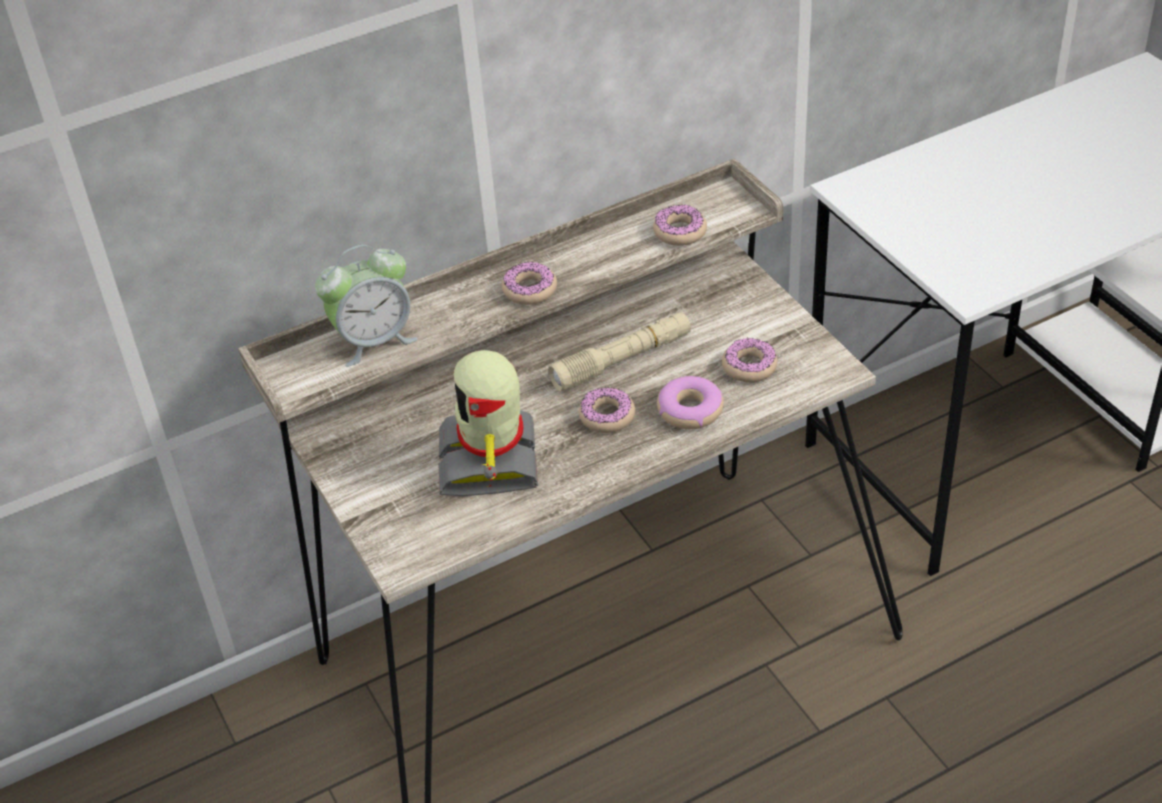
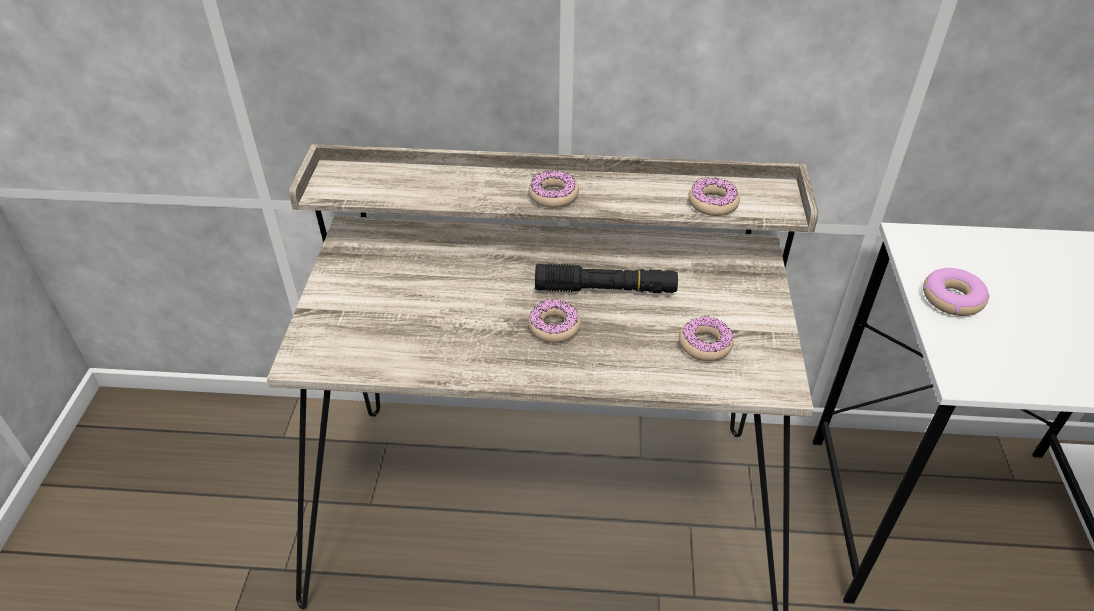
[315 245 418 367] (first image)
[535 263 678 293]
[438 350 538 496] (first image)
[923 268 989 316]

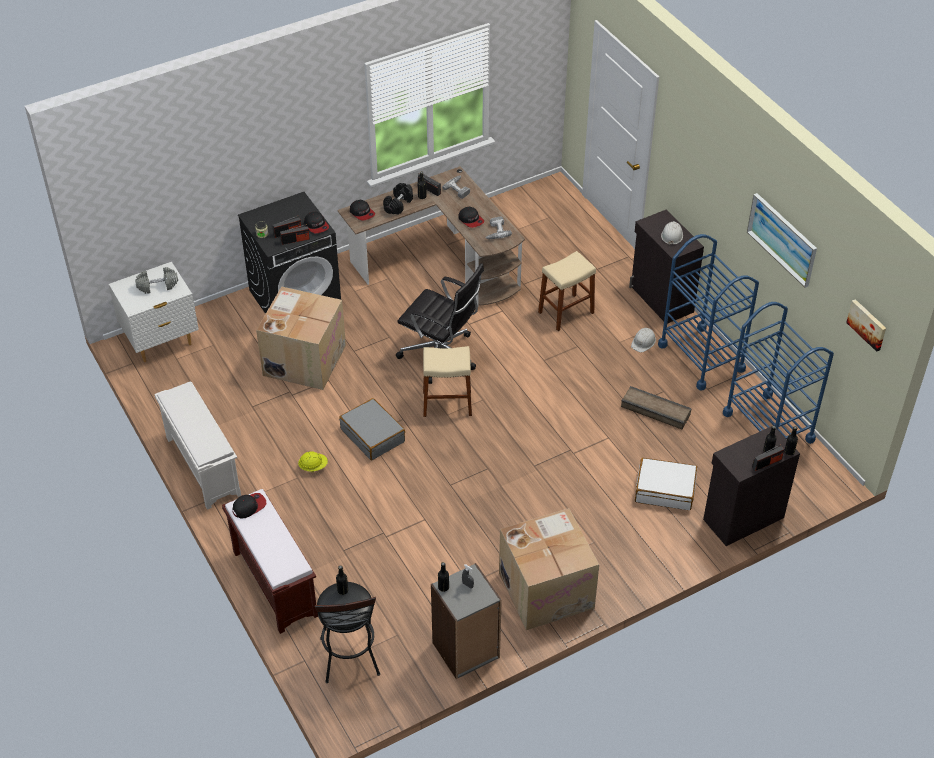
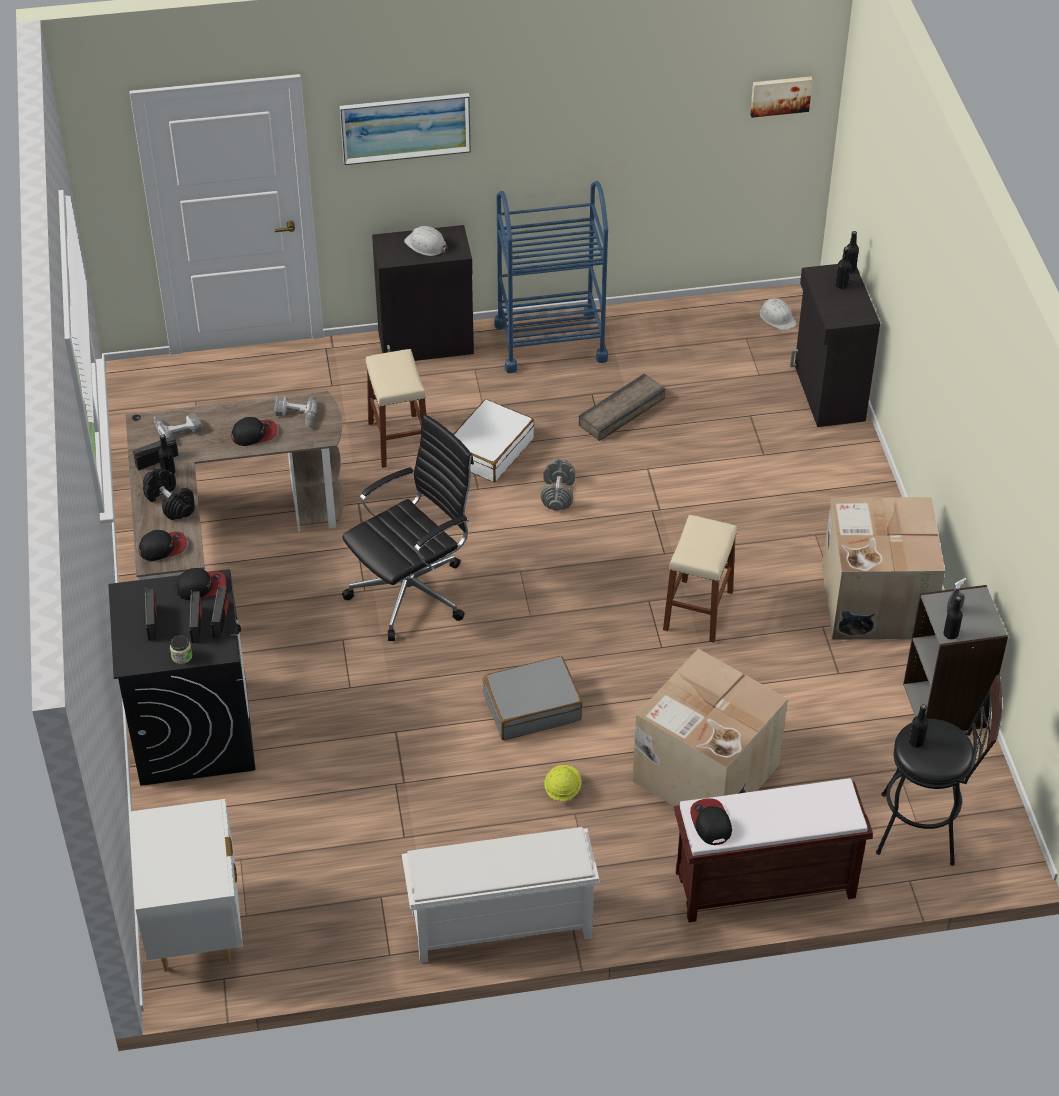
[340 93 471 165]
[541 459 575 511]
[632 649 788 806]
[723 302 834 444] (first image)
[760 298 797 331]
[663 515 737 643]
[145 588 157 641]
[453 399 534 482]

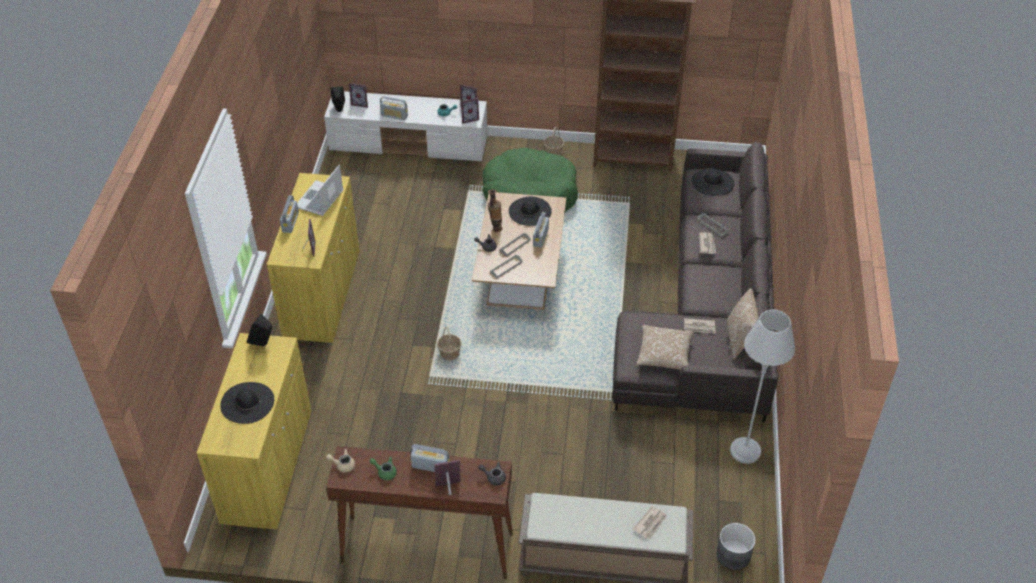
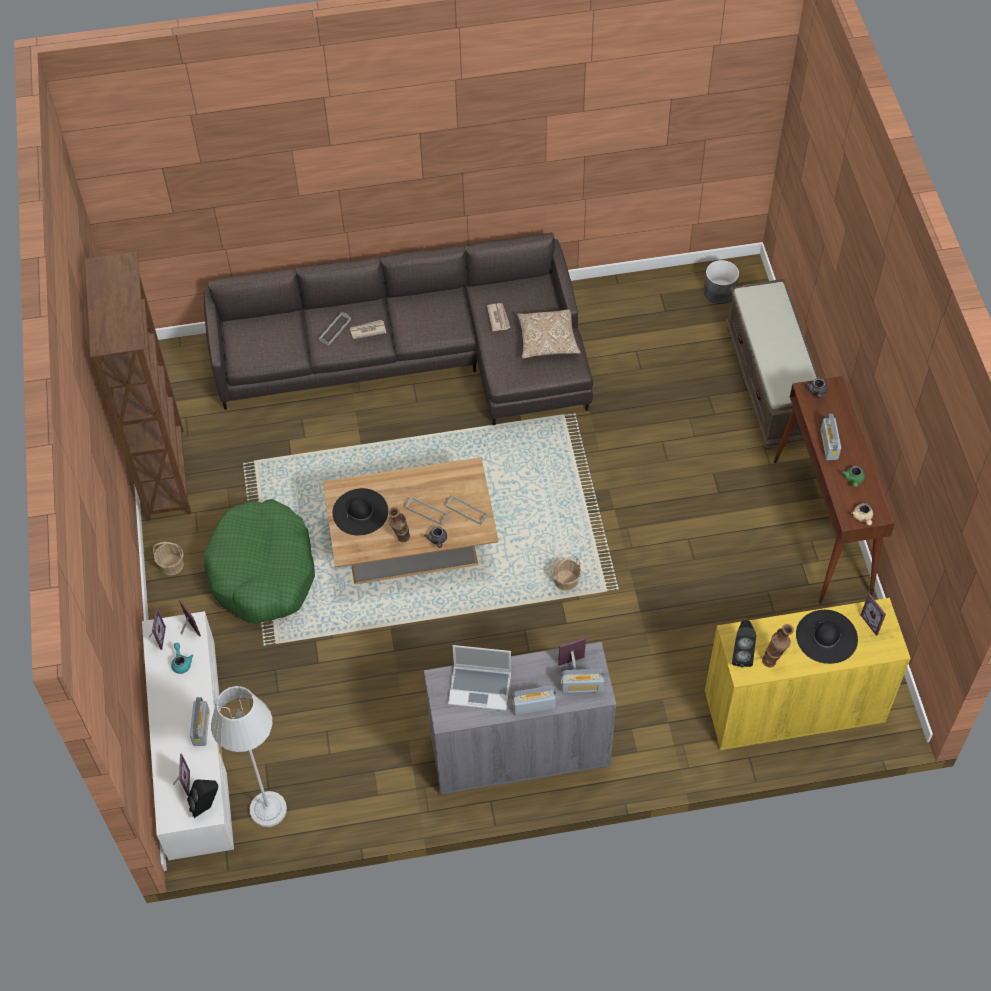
[692 168 734 196] (first image)
[424 642 616 795]
[561 669 605 693]
[727 288 759 360] (first image)
[211 686 287 827]
[861 593 886 636]
[633 505 667 539] (first image)
[762 624 794 667]

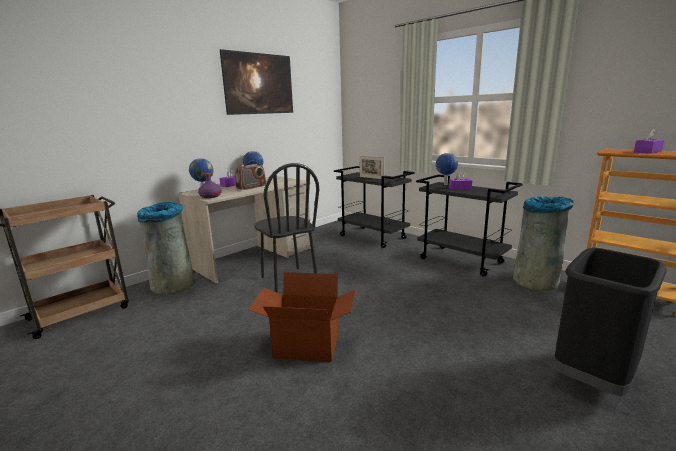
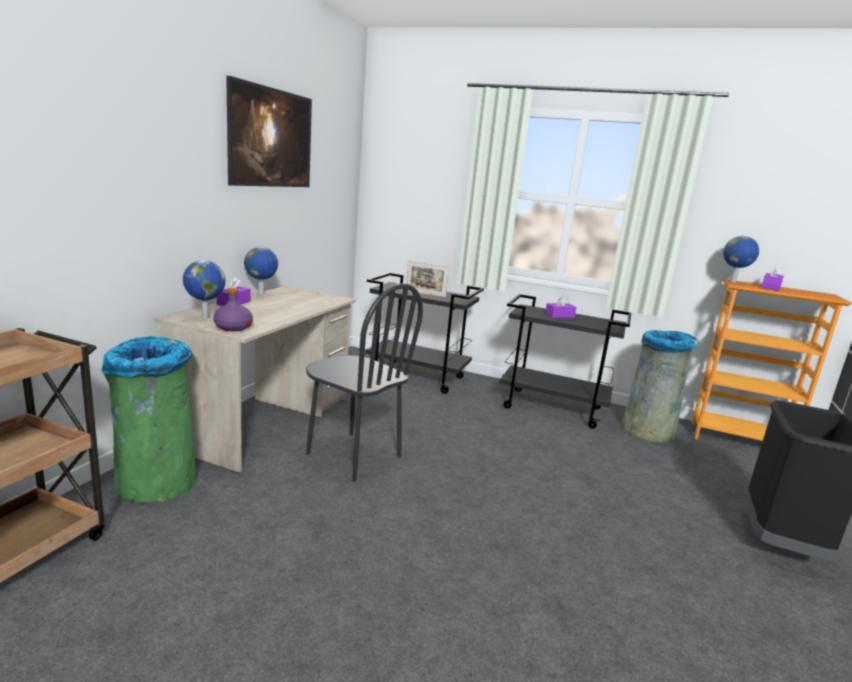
[723 236 759 283]
[235 160 266 190] (first image)
[102 336 198 503]
[248 272 356 362] (first image)

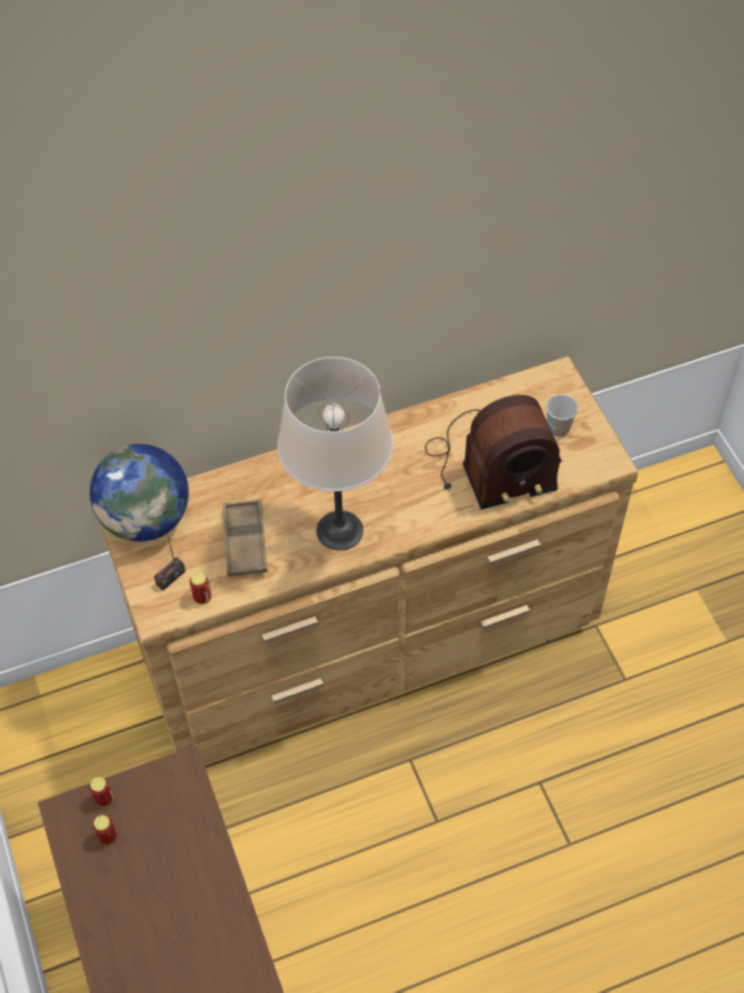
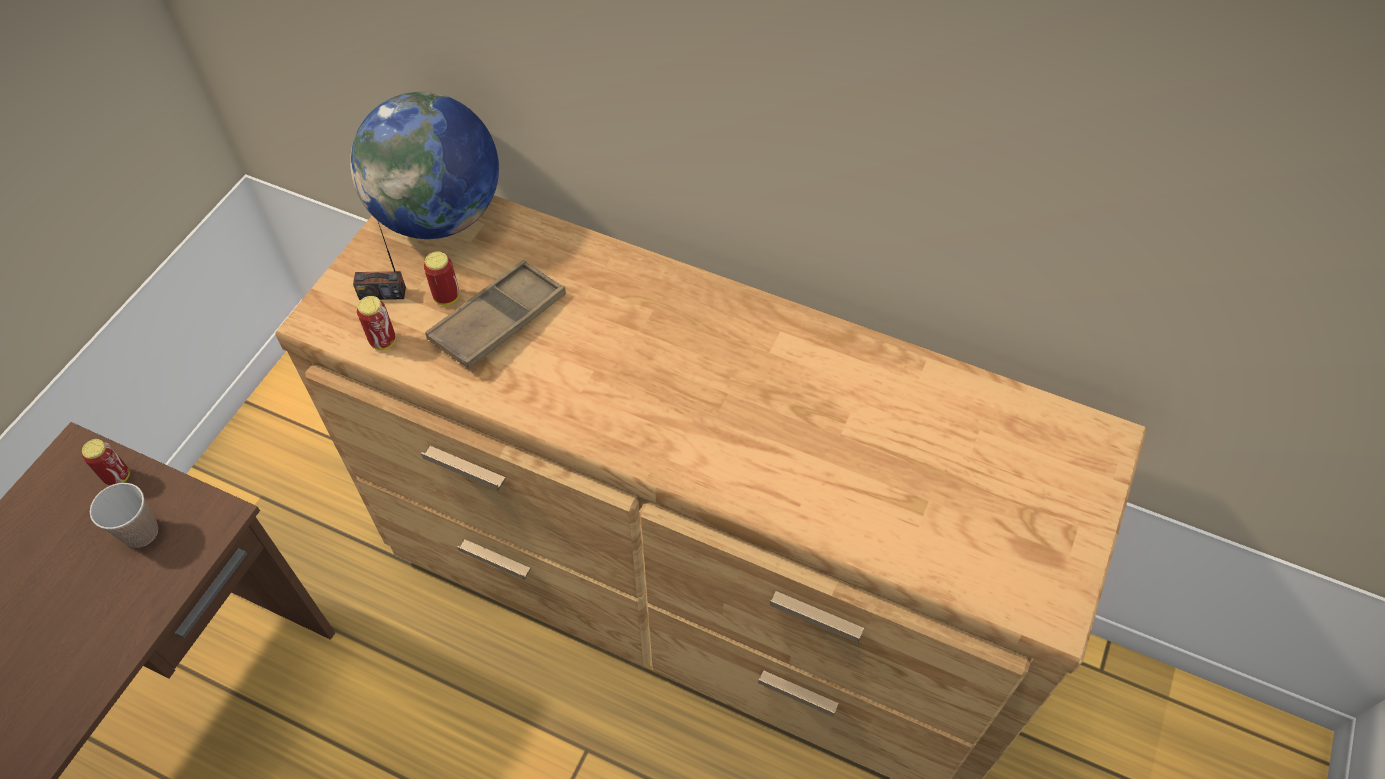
[278 357 393 551] (first image)
[90 483 158 548]
[425 395 562 509] (first image)
[424 251 460 305]

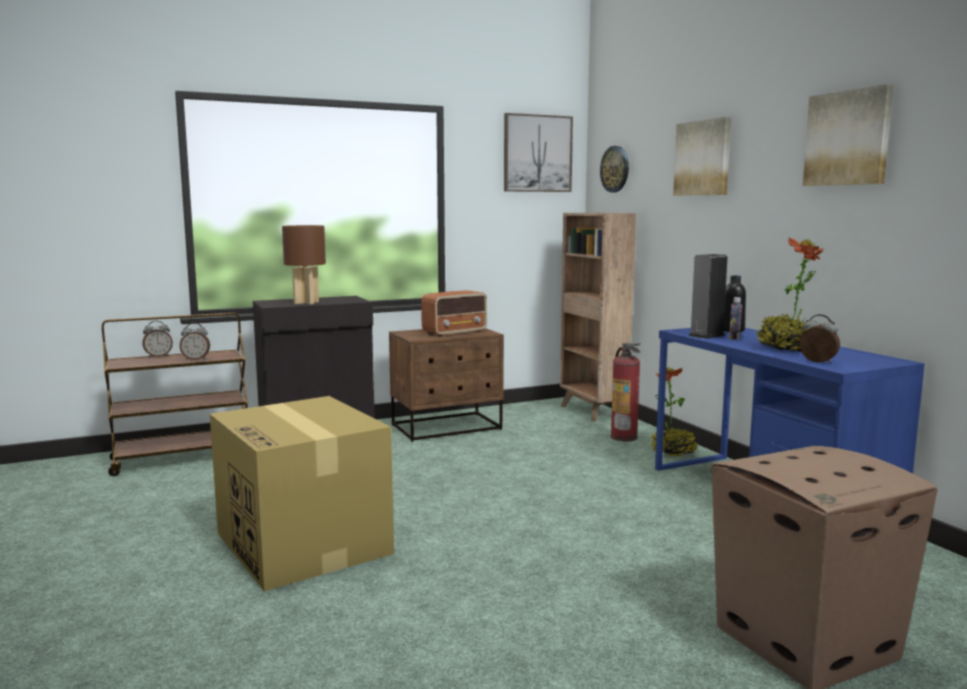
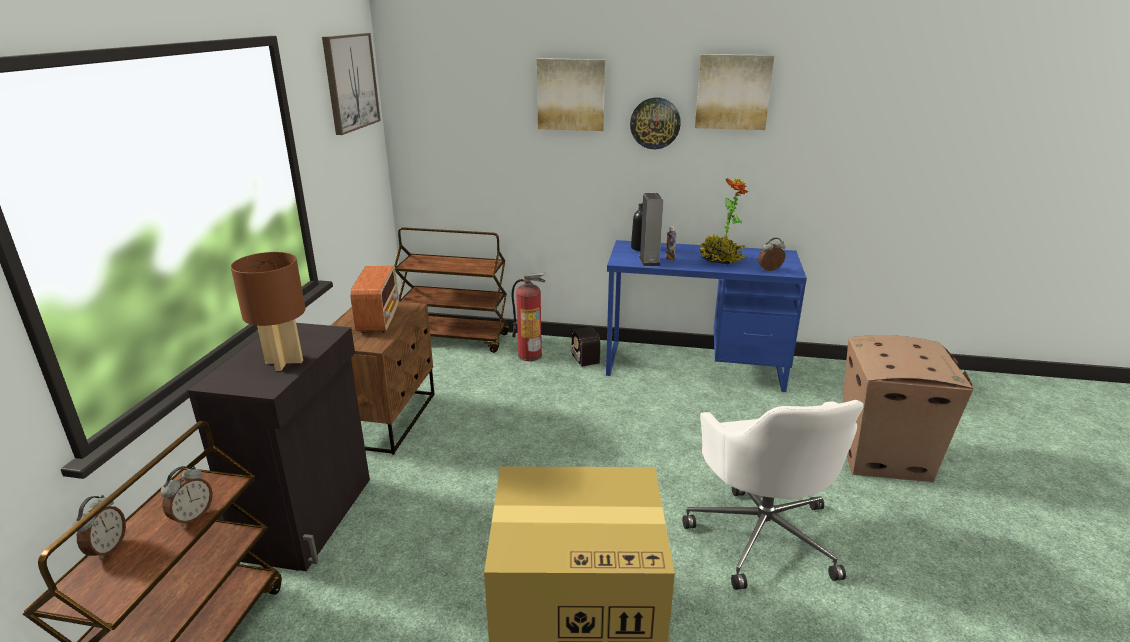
[630 97 681 149]
[394 227 509 353]
[567 327 601 367]
[682 400 864 590]

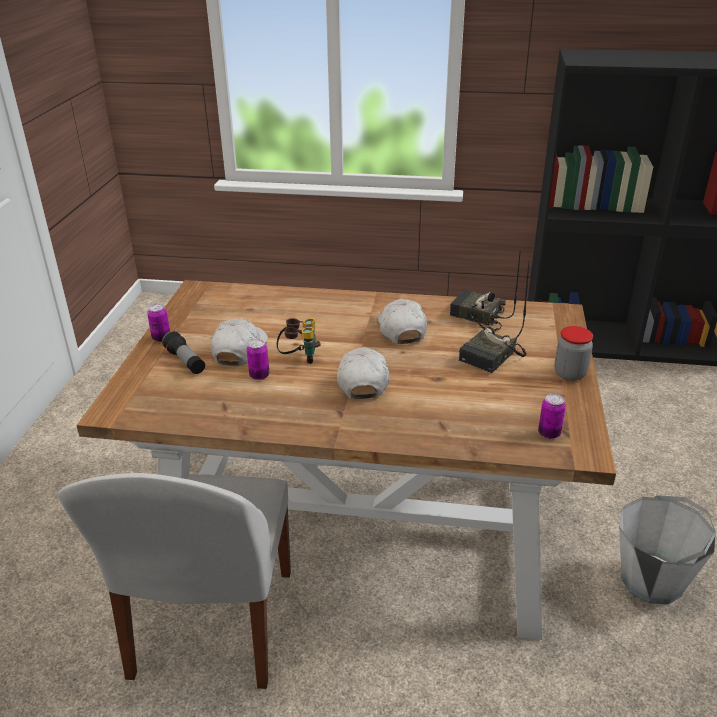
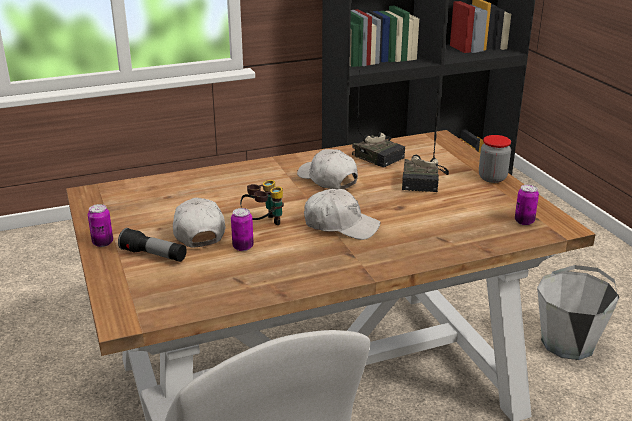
[352 70 405 168]
[304 189 381 240]

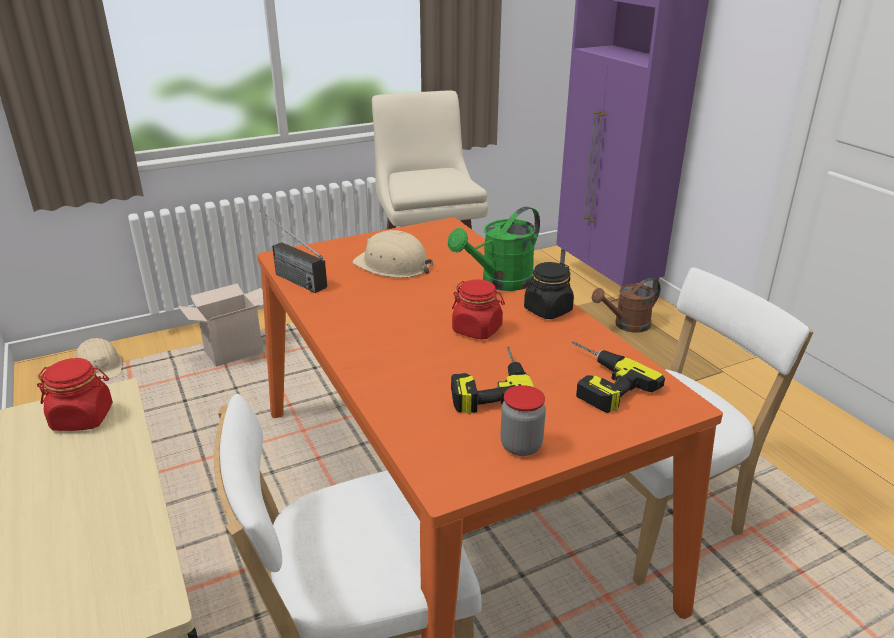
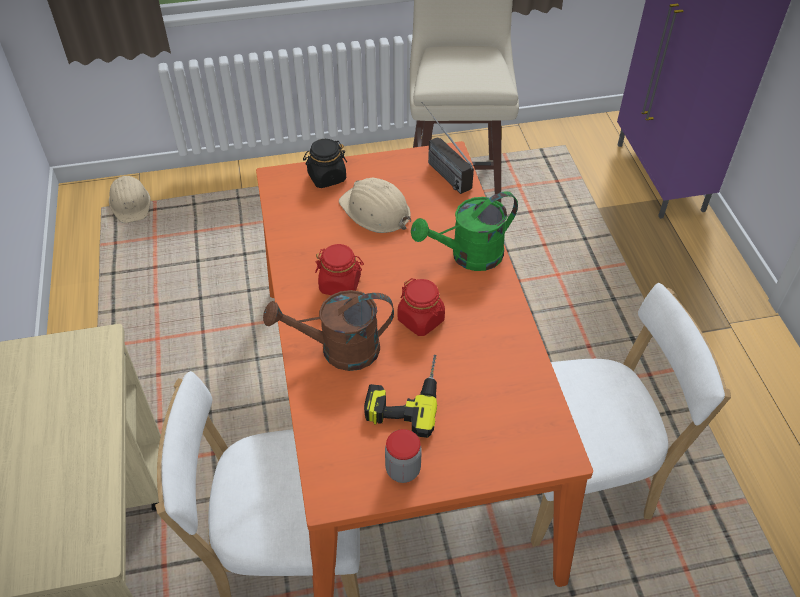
[422 102 474 194]
[303 139 347 188]
[263 290 394 371]
[178 284 263 366] (first image)
[572 341 665 413] (first image)
[315 244 364 295]

